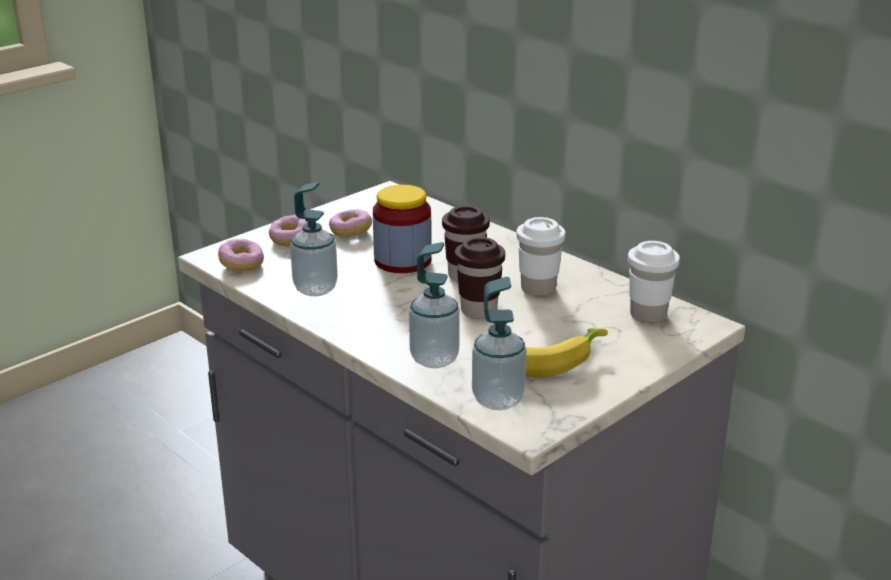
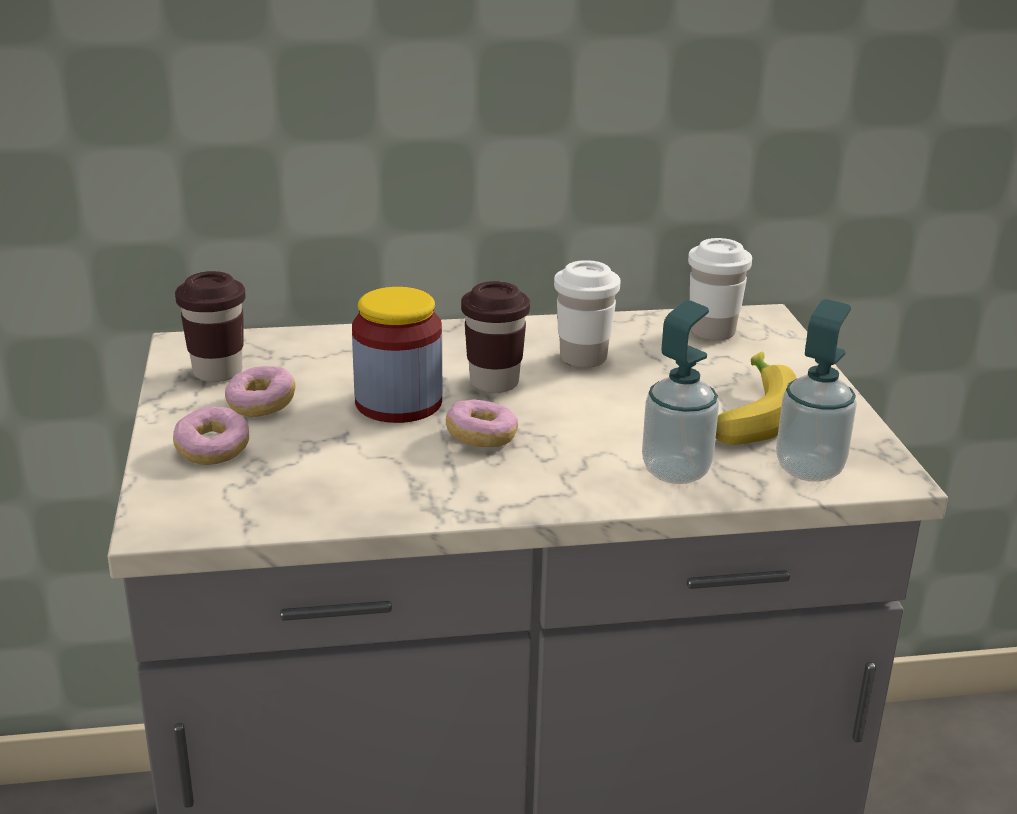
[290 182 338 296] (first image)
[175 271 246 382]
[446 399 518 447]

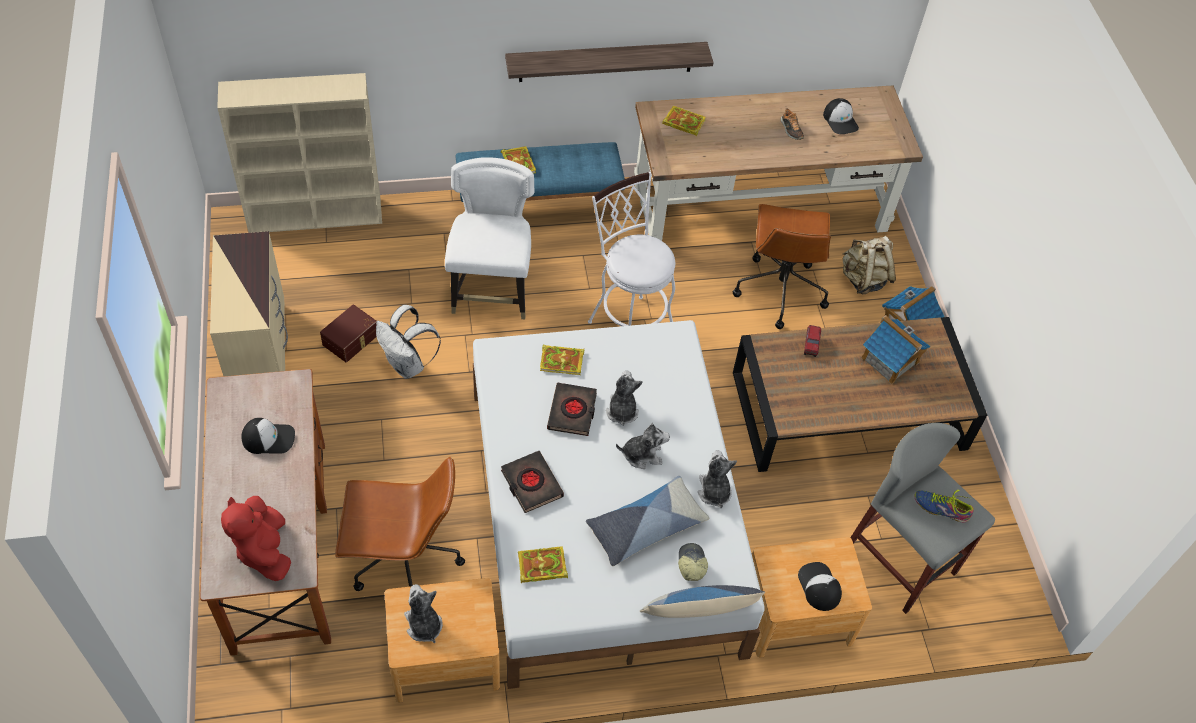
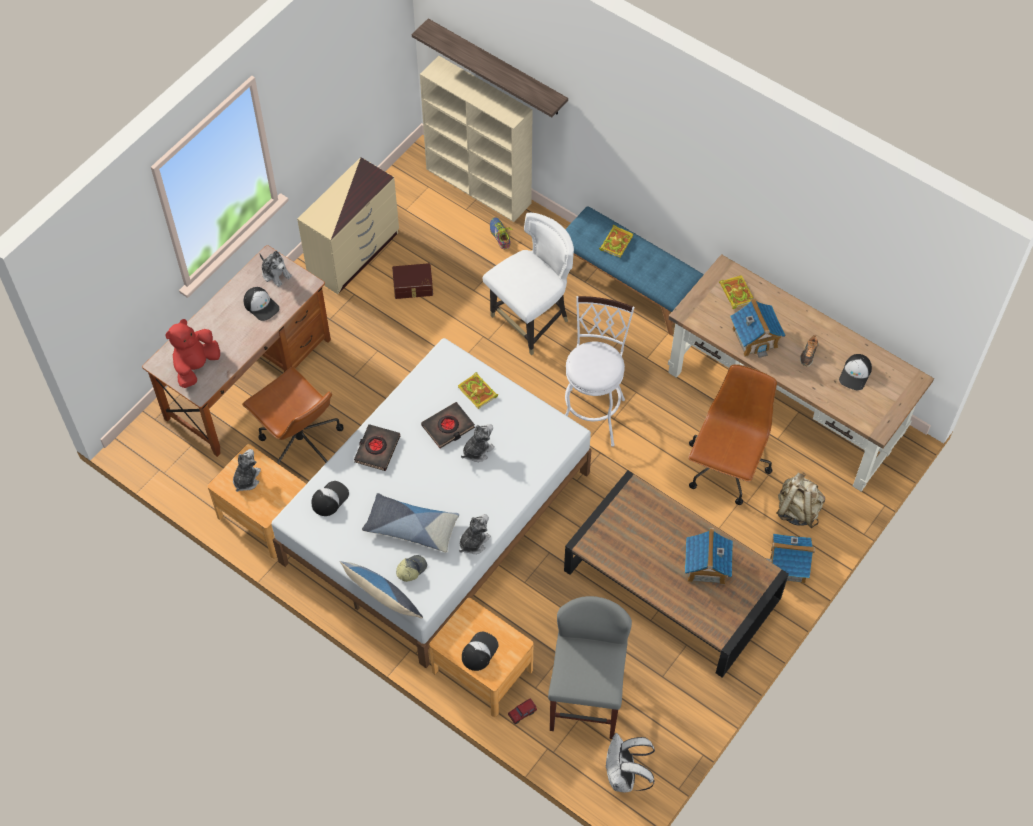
[412 19 568 117]
[688 364 777 505]
[606 733 655 792]
[508 699 537 724]
[259 251 292 287]
[490 217 513 249]
[311 481 349 516]
[730 298 785 358]

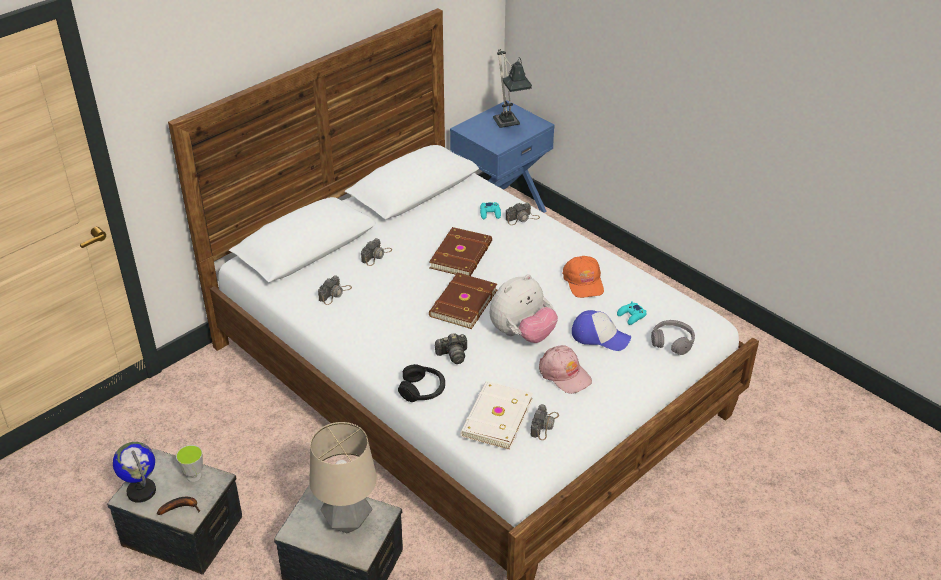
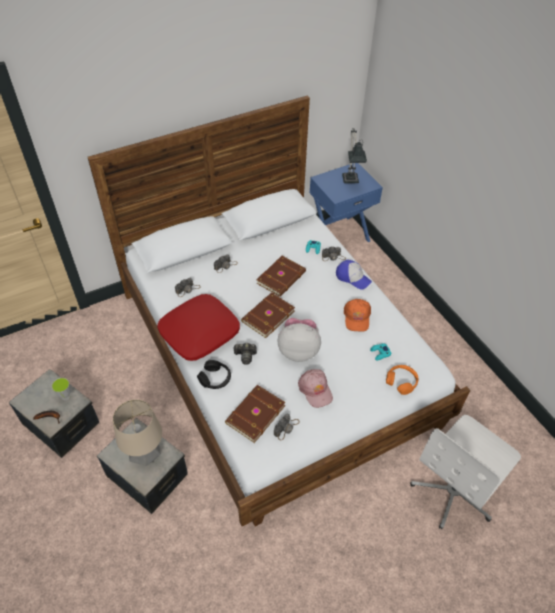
[277 318 321 362]
[336 260 372 290]
[386 365 419 395]
[225 385 285 443]
[113 442 156 503] (first image)
[158 294 240 361]
[410 415 521 529]

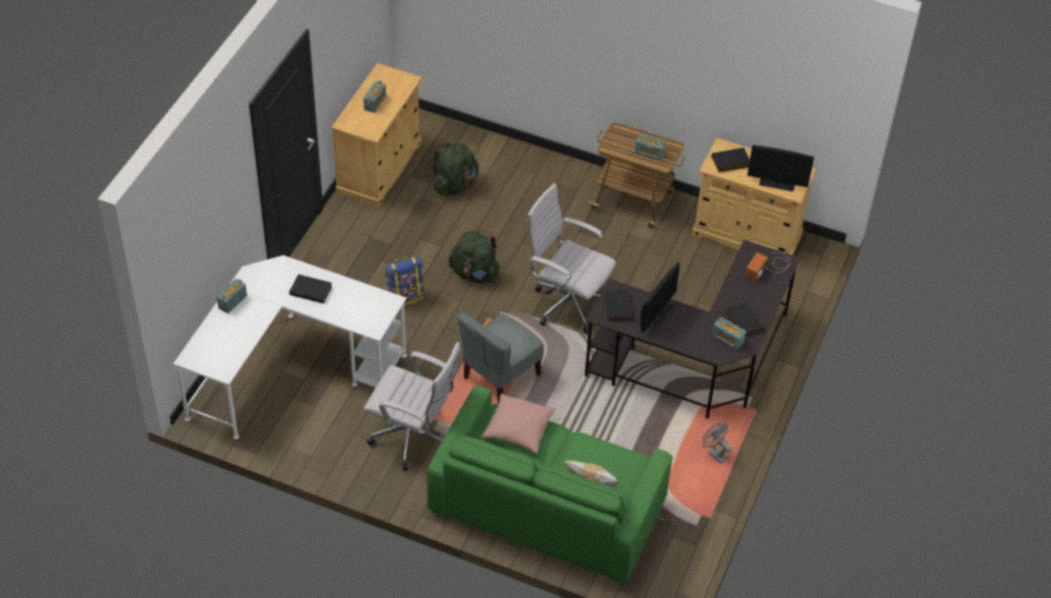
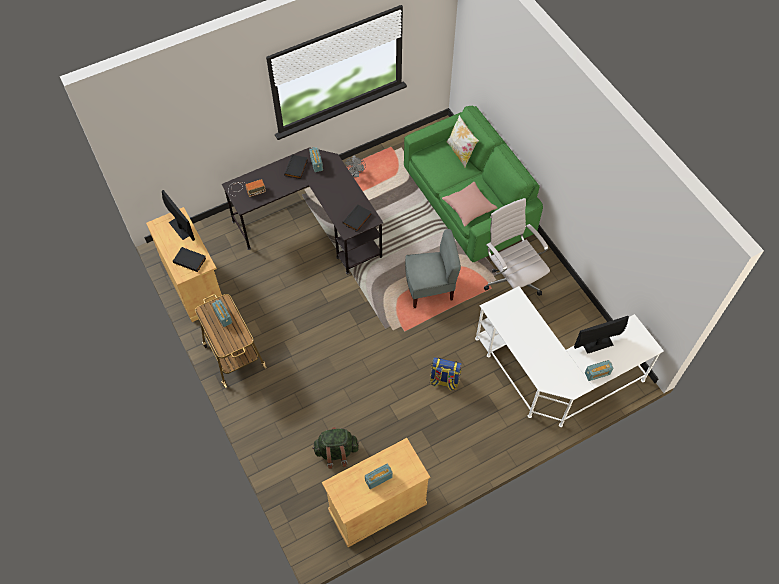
[527 183 616 334] (first image)
[448 230 500 283] (first image)
[574 316 629 354]
[289 274 332 303] (first image)

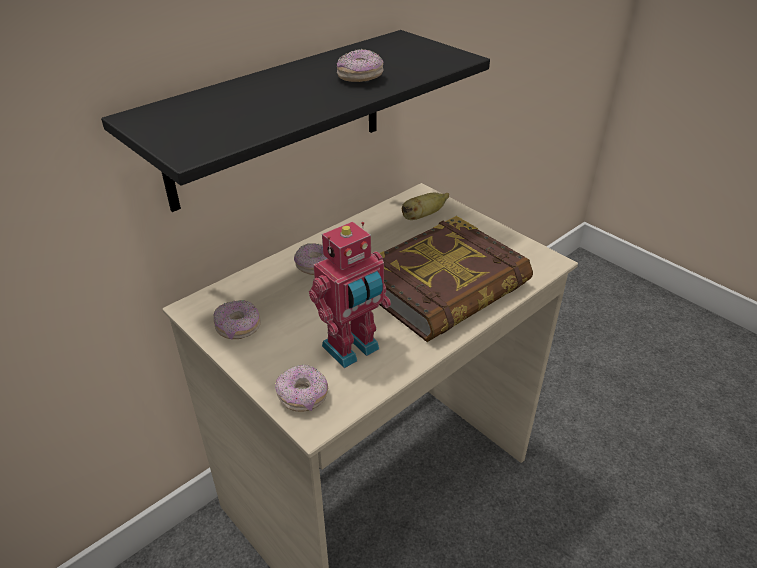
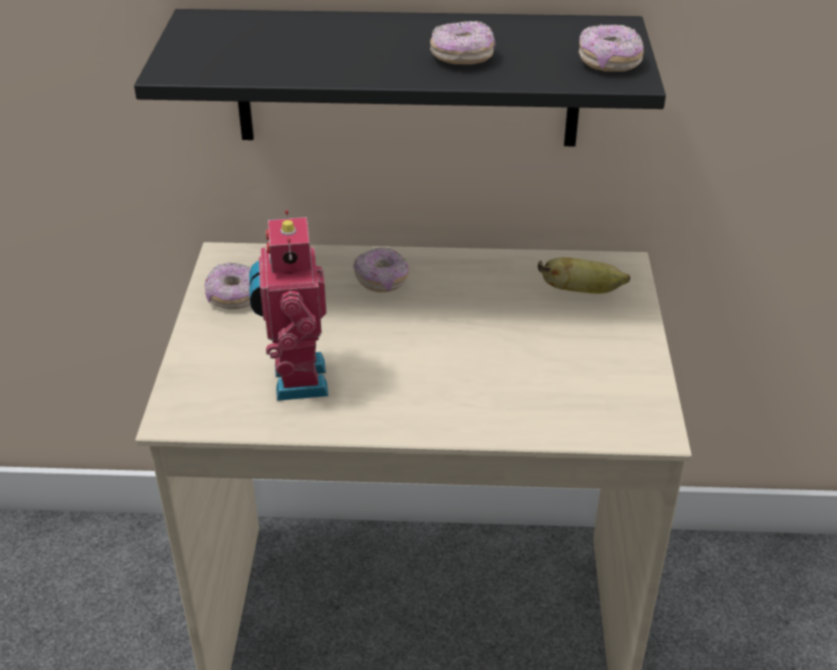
[379 216 533 342] (first image)
[249 210 328 401]
[579 24 644 72]

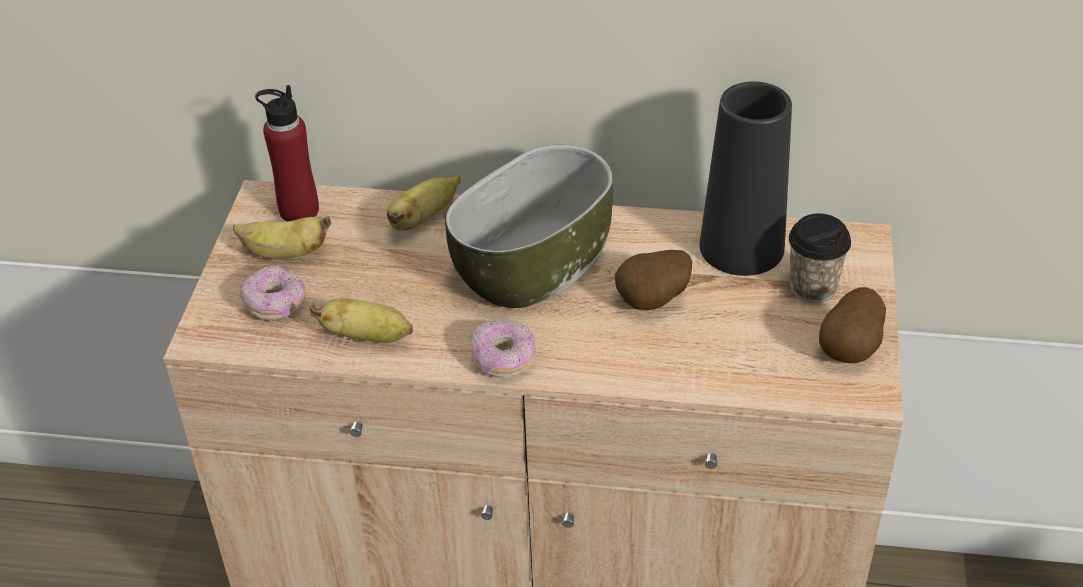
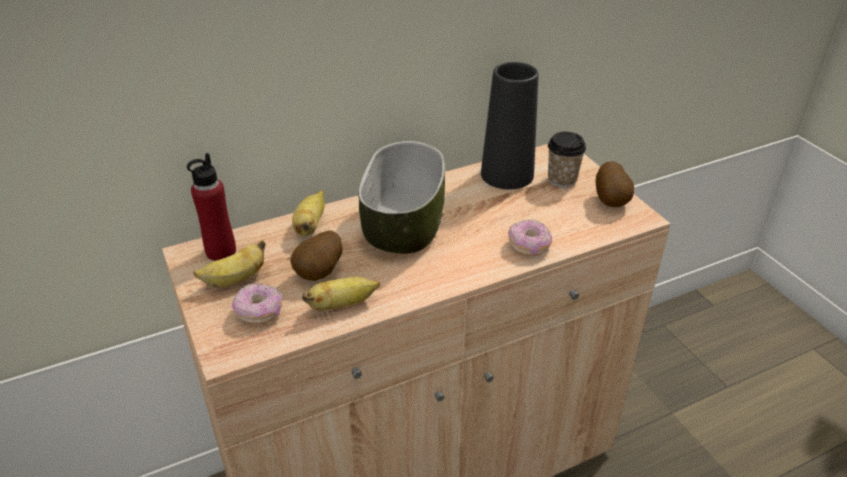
[290 230 343 281]
[508 219 552 256]

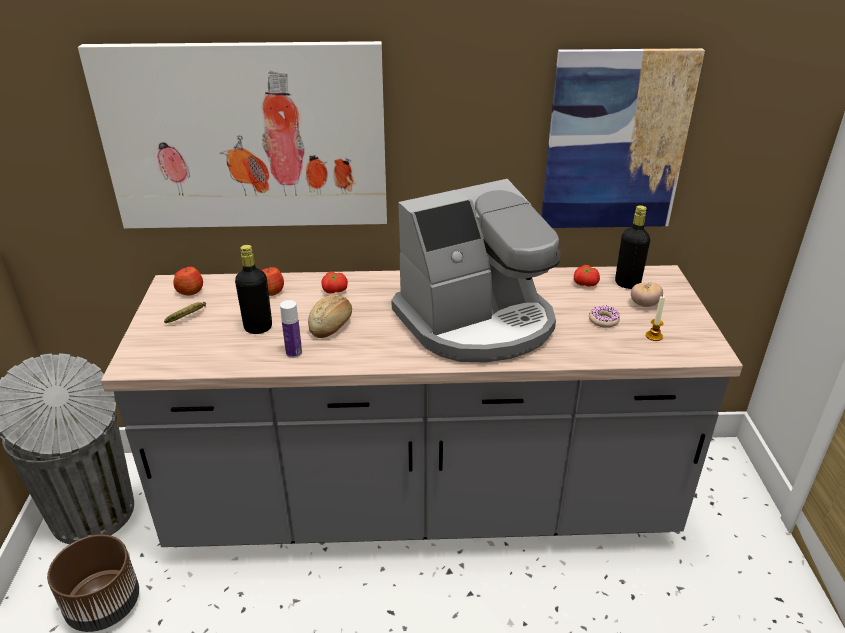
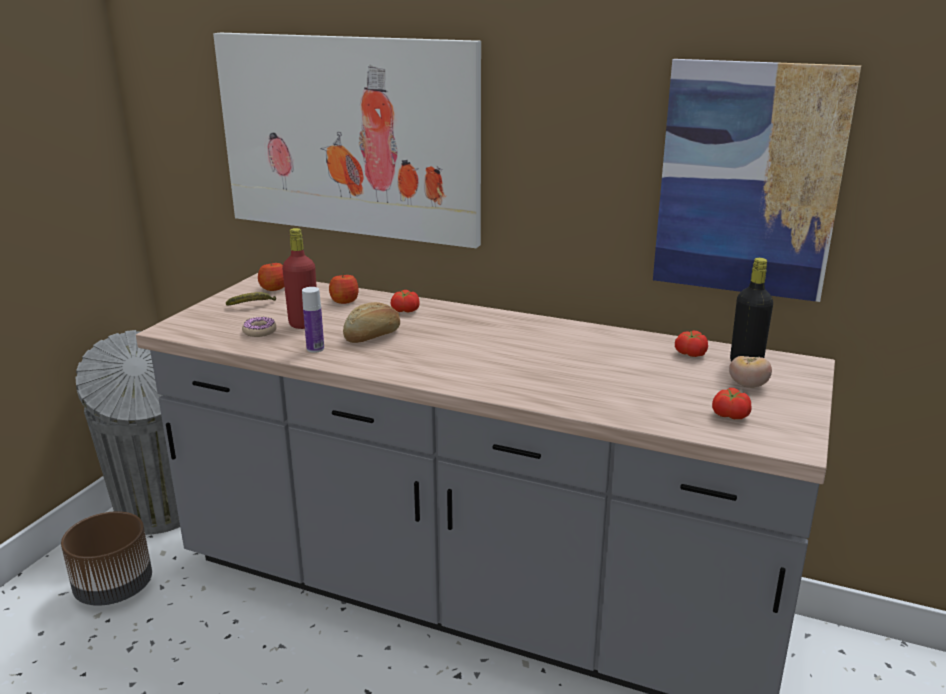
[391 179 561 363] (first image)
[282 228 317 329]
[712 388 752 419]
[242 317 277 337]

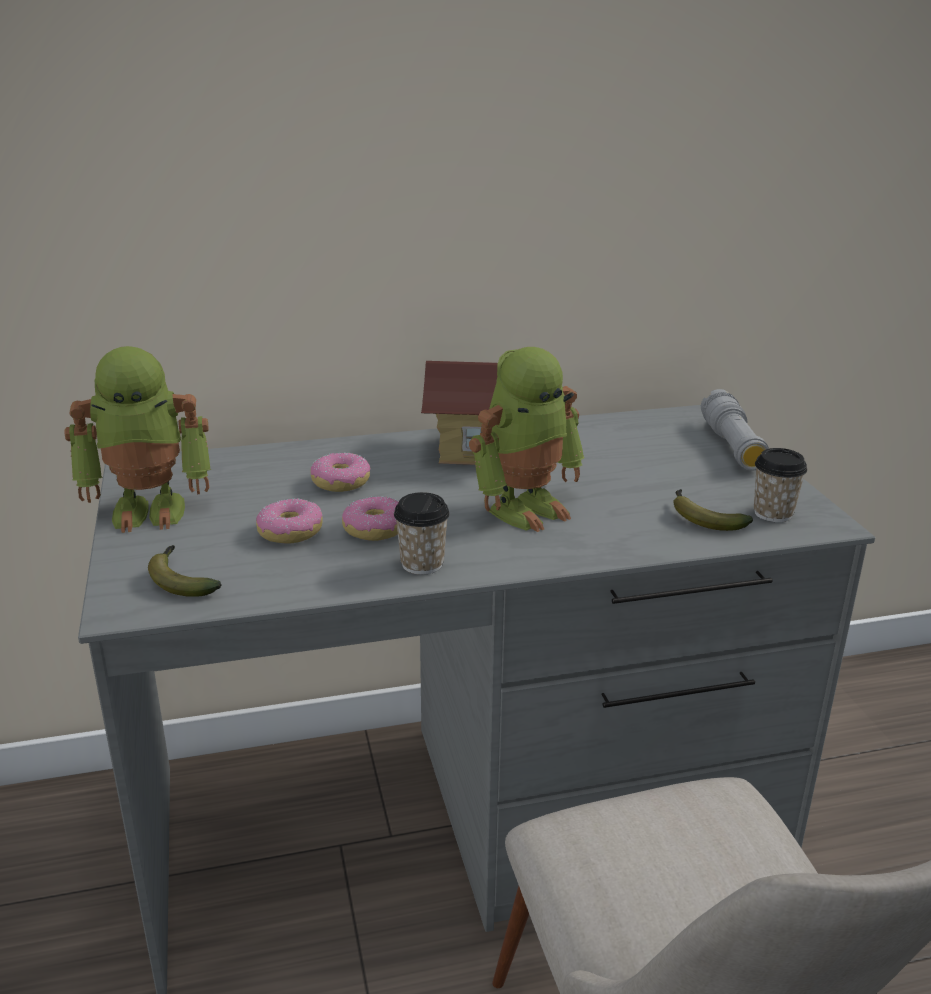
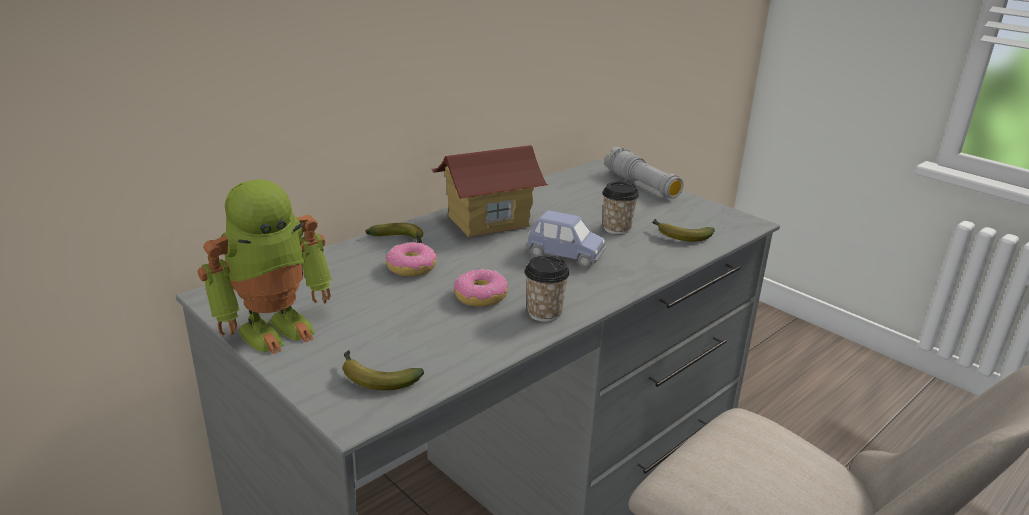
[526 210 606 267]
[602 182 639 234]
[256 498 323 544] (first image)
[365 223 423 243]

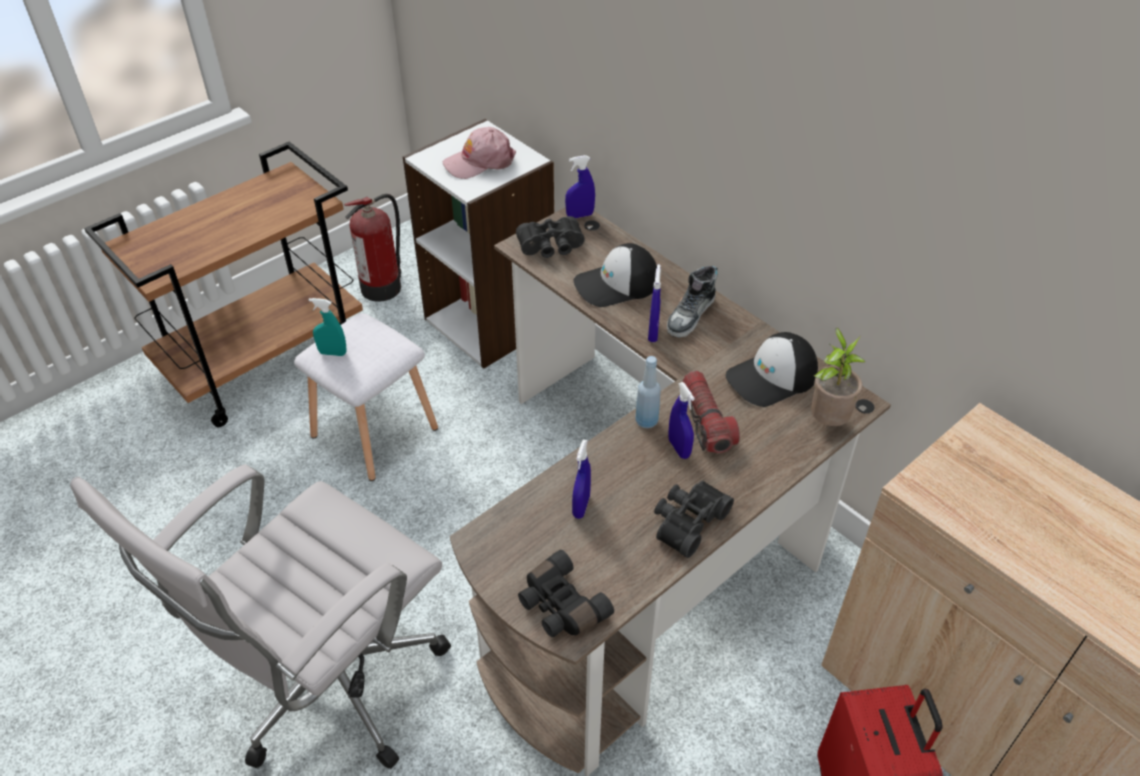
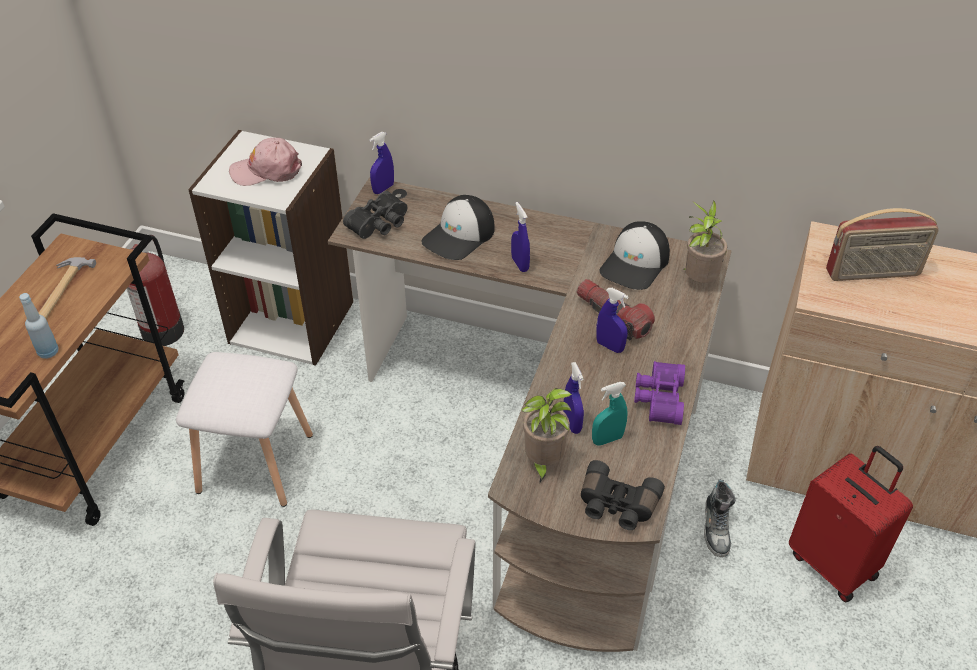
[229 138 302 186]
[704 480 736 557]
[592 382 628 446]
[19 293 59 359]
[634 361 685 425]
[826 208 939 281]
[39 257 96 319]
[521 388 572 484]

